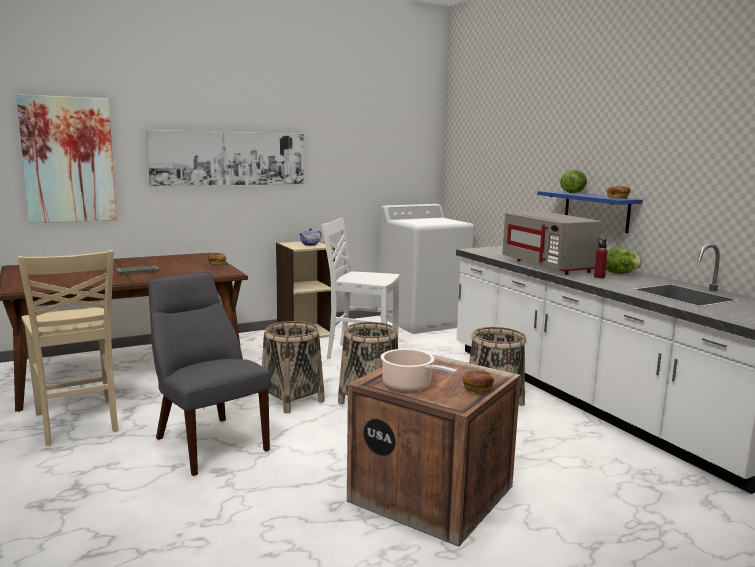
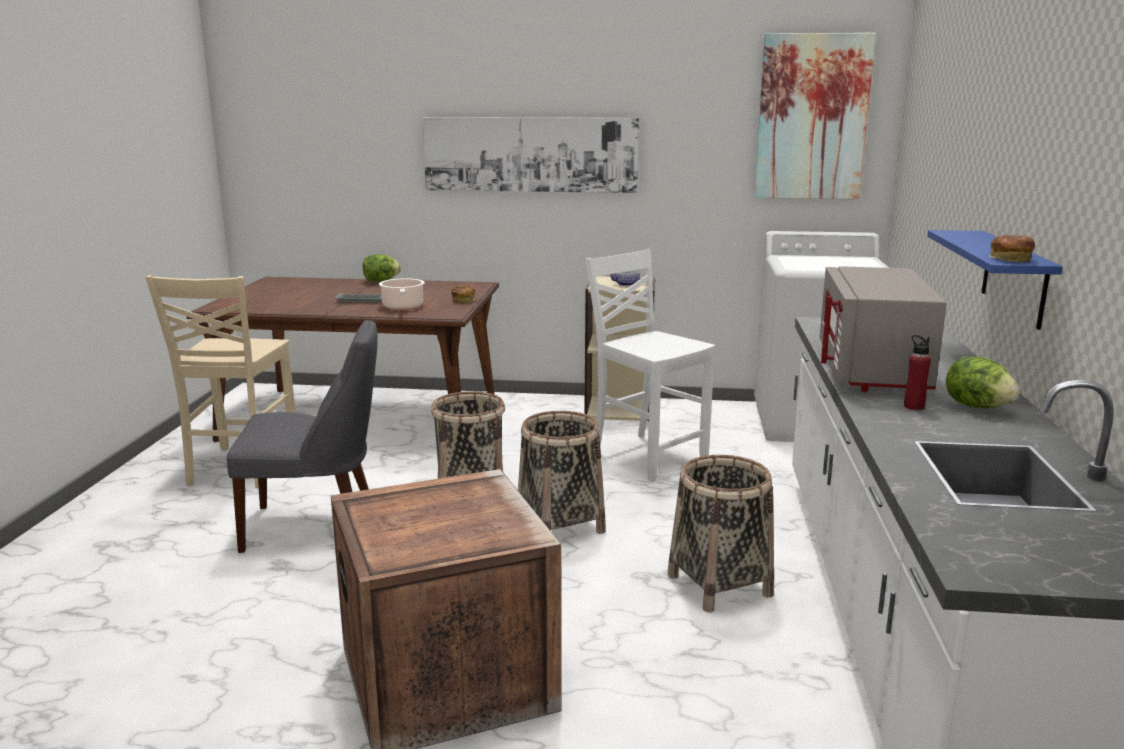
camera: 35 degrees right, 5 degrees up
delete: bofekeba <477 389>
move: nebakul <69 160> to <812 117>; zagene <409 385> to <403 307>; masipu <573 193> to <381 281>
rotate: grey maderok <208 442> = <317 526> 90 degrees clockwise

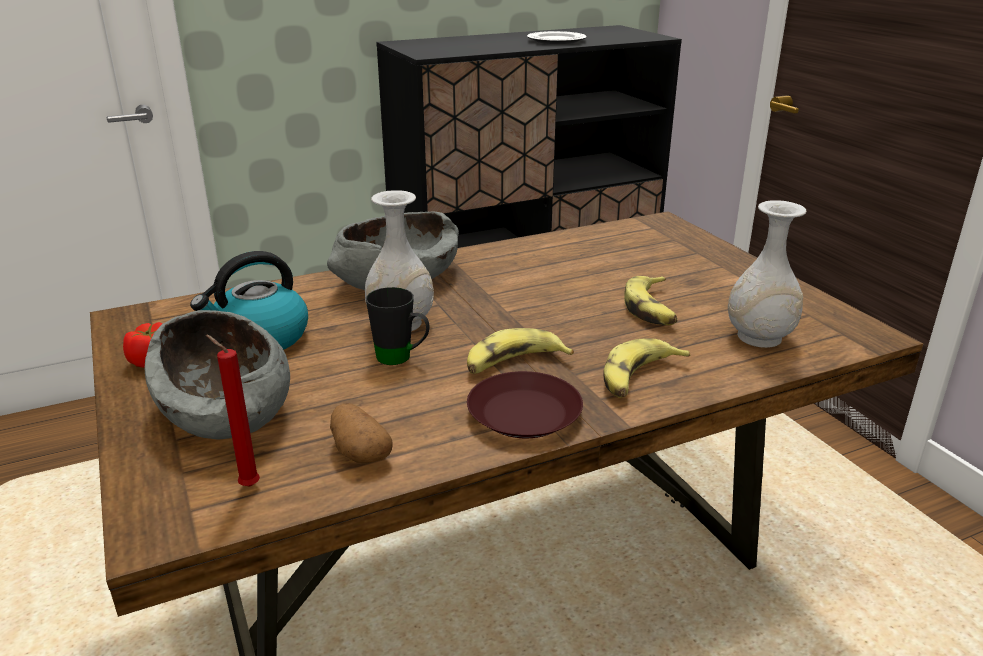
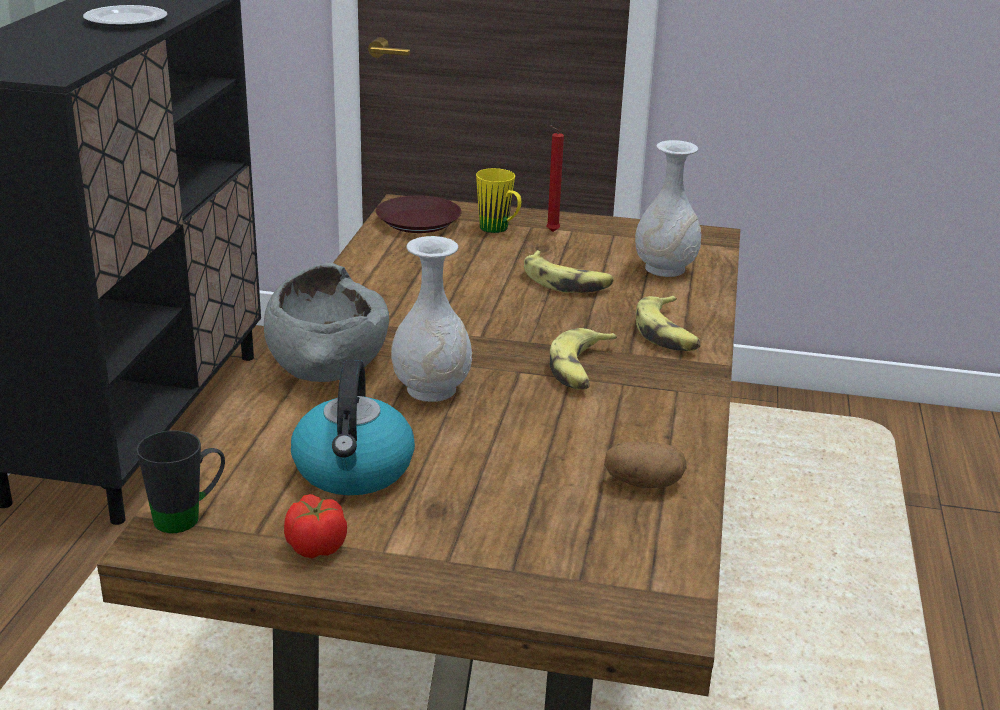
camera: 55 degrees left, 0 degrees up
delete: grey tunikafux <226 410>
insert: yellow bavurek <499 230>
move: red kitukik <246 485> to <550 232>; black bavurek <401 358> to <188 517>; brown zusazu <525 414> to <418 221>

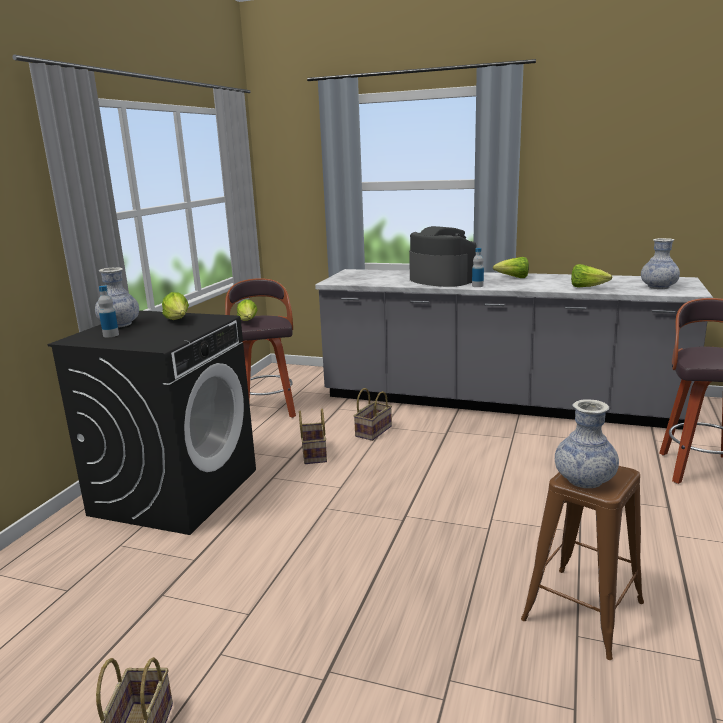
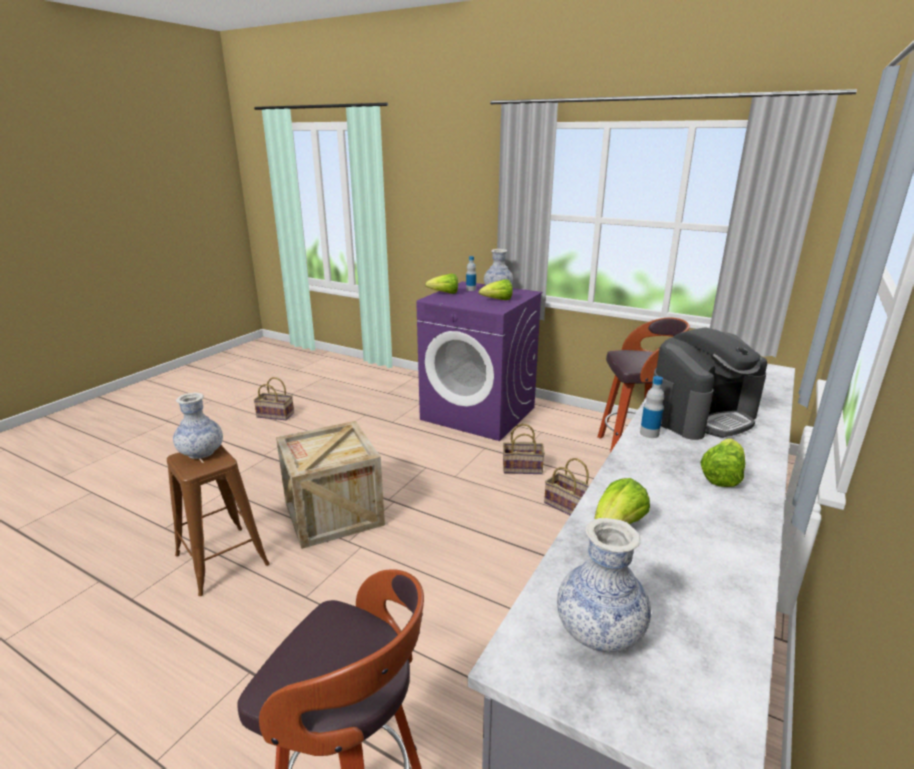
camera: 100 degrees right, 5 degrees up
insert: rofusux <333 513>
move: masipu <248 322> to <444 293>
recolor: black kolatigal <176 491> to purple kolatigal <479 413>

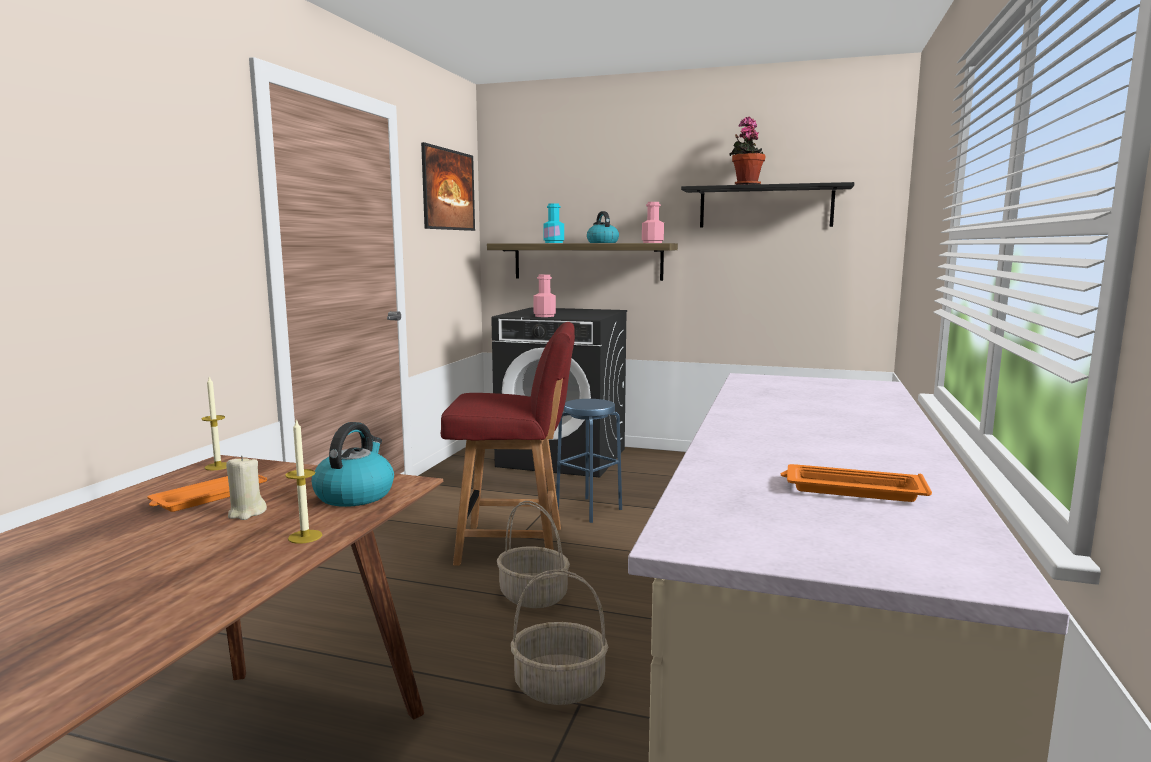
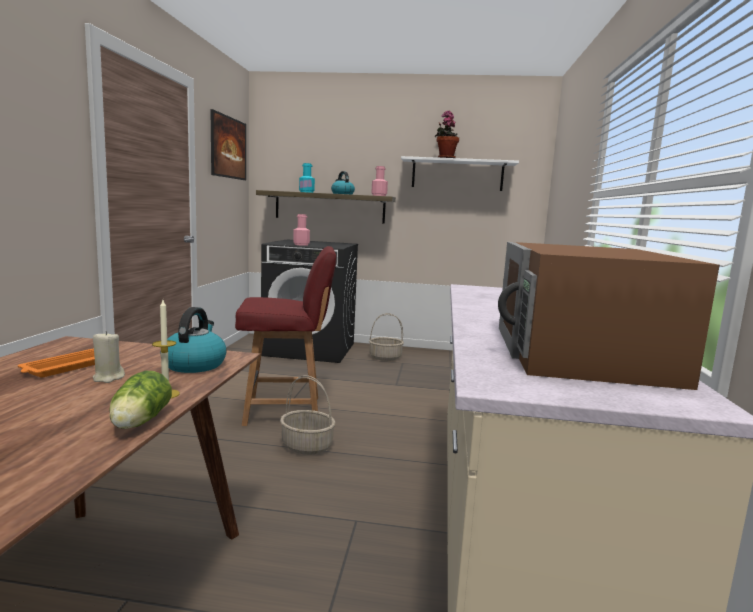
camera: 10 degrees left, 0 degrees up
delete: kitukik <218 466>; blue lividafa <589 509>
insert: masipu <138 422>
move: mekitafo <560 686> to <385 357>
replace: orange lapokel <851 490> to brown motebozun <580 354>
recolor: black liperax <765 207> to white liperax <457 175>

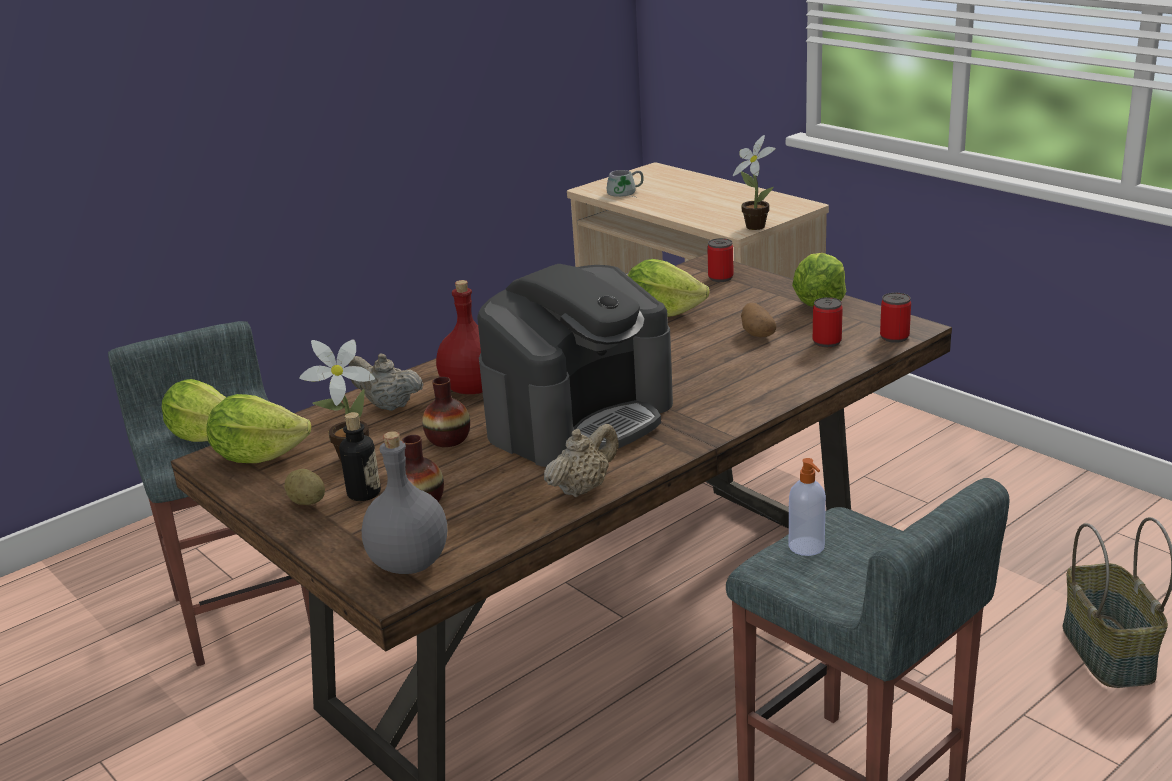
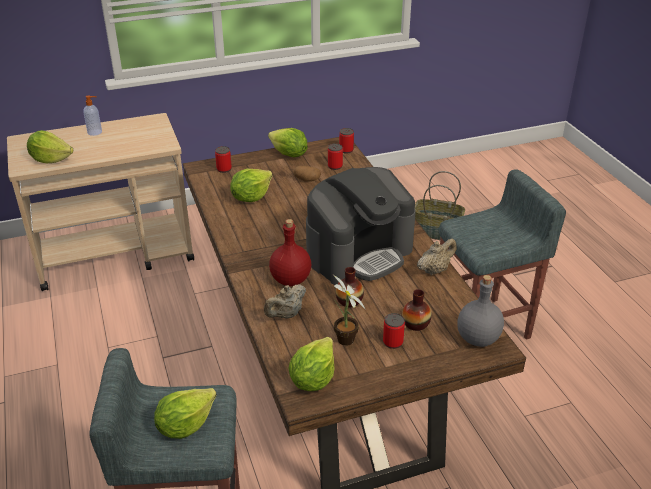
camera: 70 degrees left, 10 degrees up
delete: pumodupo <307 502>; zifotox <754 225>
move: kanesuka <807 547> to <95 132>
replace: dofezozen <364 493> to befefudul <393 342>; grey bavurek <626 193> to masipu <51 159>
rotate: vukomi <580 418> = <359 253> 75 degrees clockwise; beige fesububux <583 488> = <435 270> 75 degrees clockwise

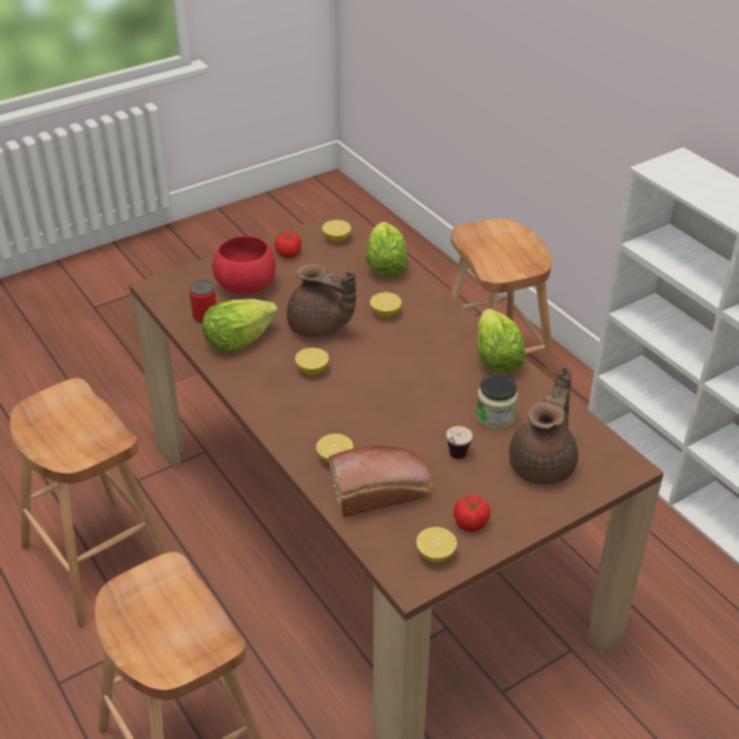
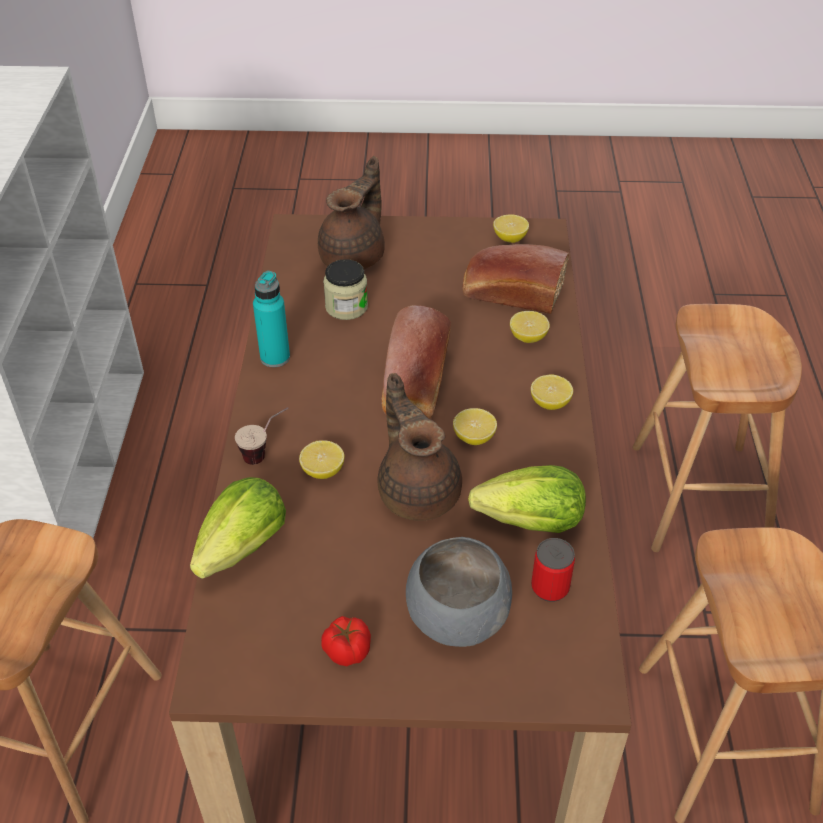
camera: 145 degrees left, 5 degrees up
delete: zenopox <471 523>
insert: bofekeba <415 385>
move: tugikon <337 239> to <550 403>; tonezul <453 460> to <266 453>
replace: masipu <496 359> to turquoise dofezozen <275 357>
recolor: red tunikafux <246 285> to grey tunikafux <456 618>
rotate: brown fesububux <544 464> = <355 256> 150 degrees clockwise

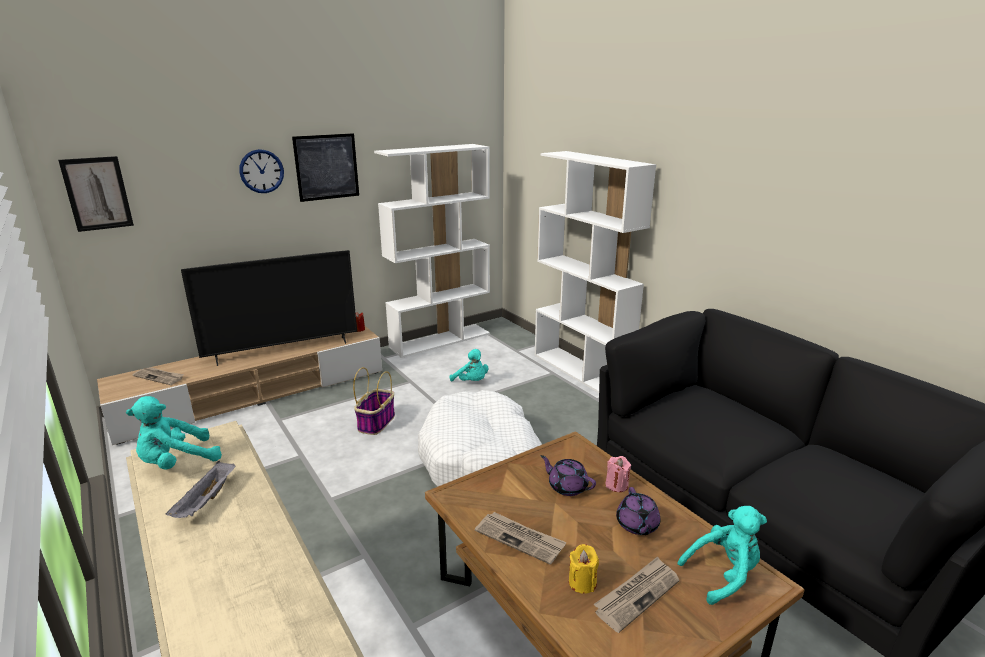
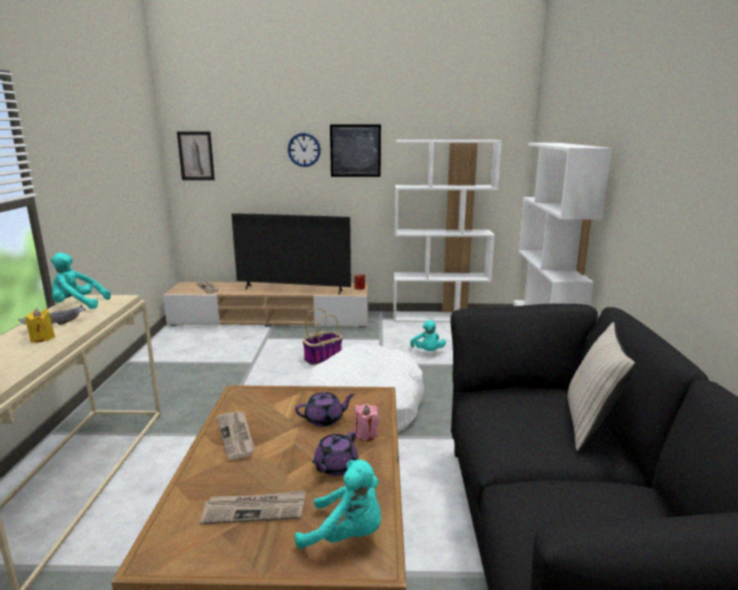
camera: 35 degrees right, 5 degrees down
insert: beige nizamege <590 424>
move: yellow kitukik <582 582> to <42 338>
rotate: purple fesububux <567 486> = <325 419> 90 degrees clockwise

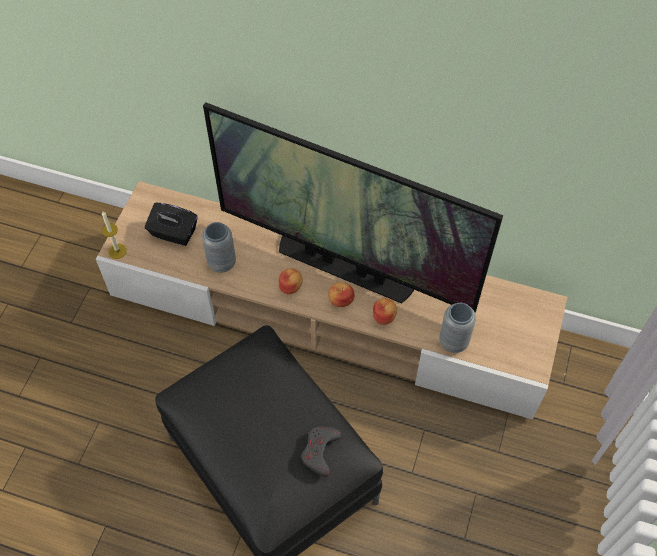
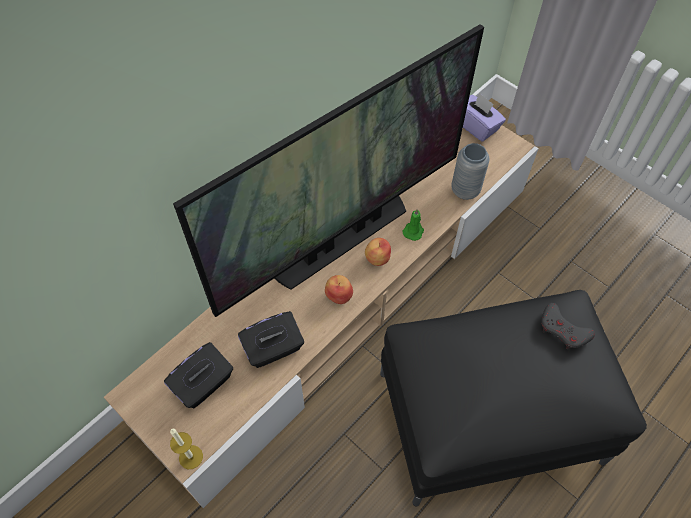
camera: 65 degrees left, 0 degrees up
insert: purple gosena <476 126>
replace: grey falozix <222 263> to black gosena <273 349>; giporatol <384 316> to green kitukik <413 231>

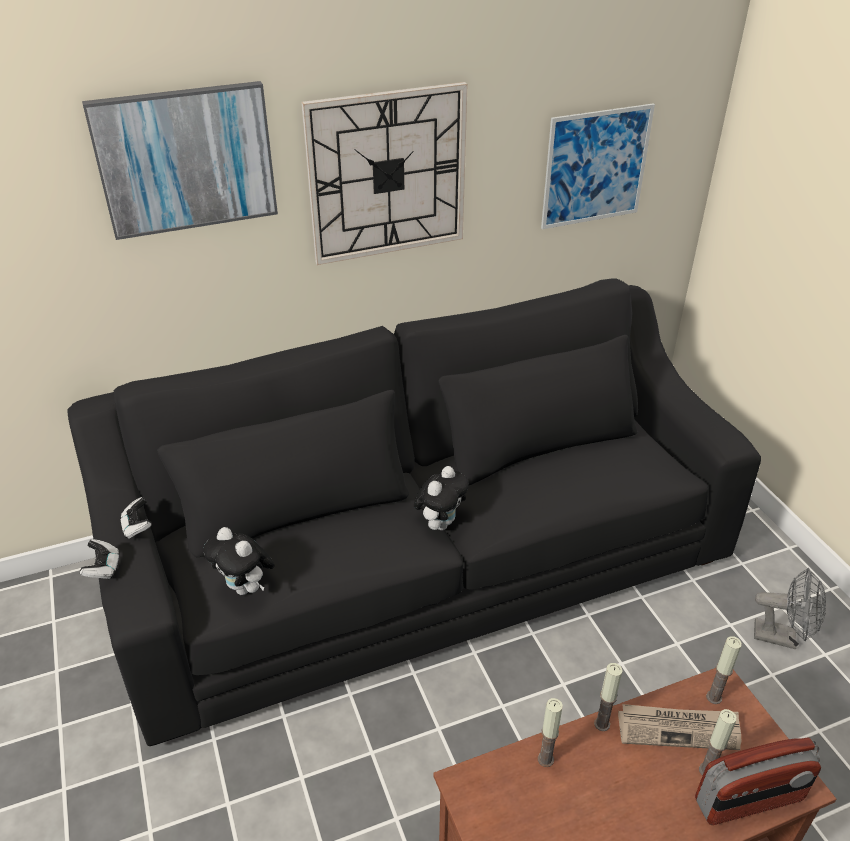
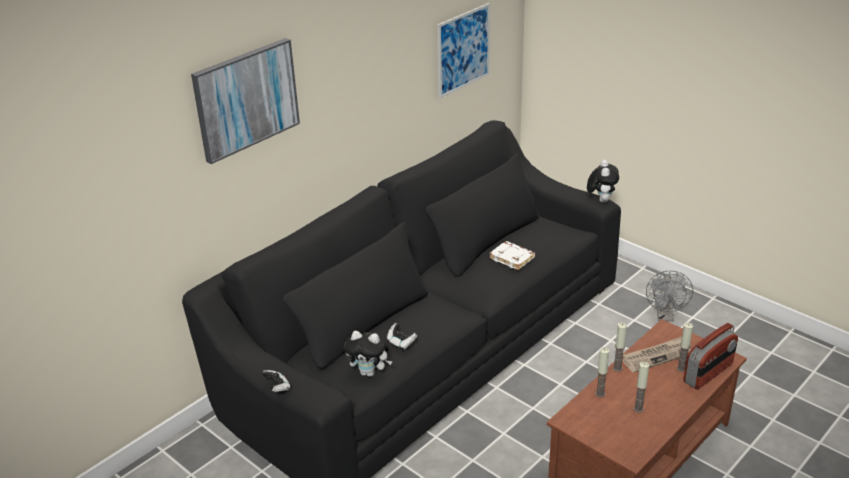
camera: 25 degrees left, 5 degrees down
delete: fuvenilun <387 174>
insert: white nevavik <512 258>
move: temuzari <137 527> to <401 342>; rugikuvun <440 523> to <601 200>; kitukik <714 697> to <638 408>
rotate: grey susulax <782 637> = <665 316> 105 degrees clockwise

